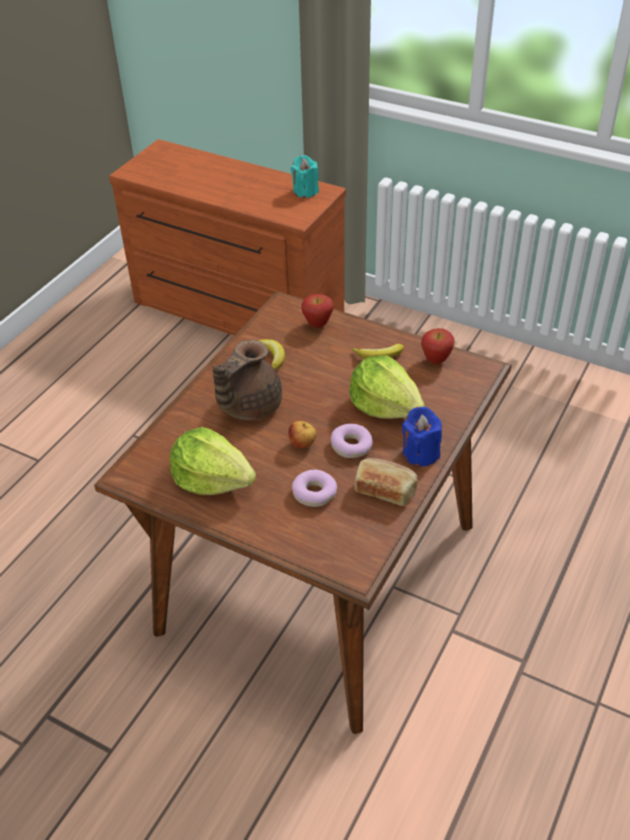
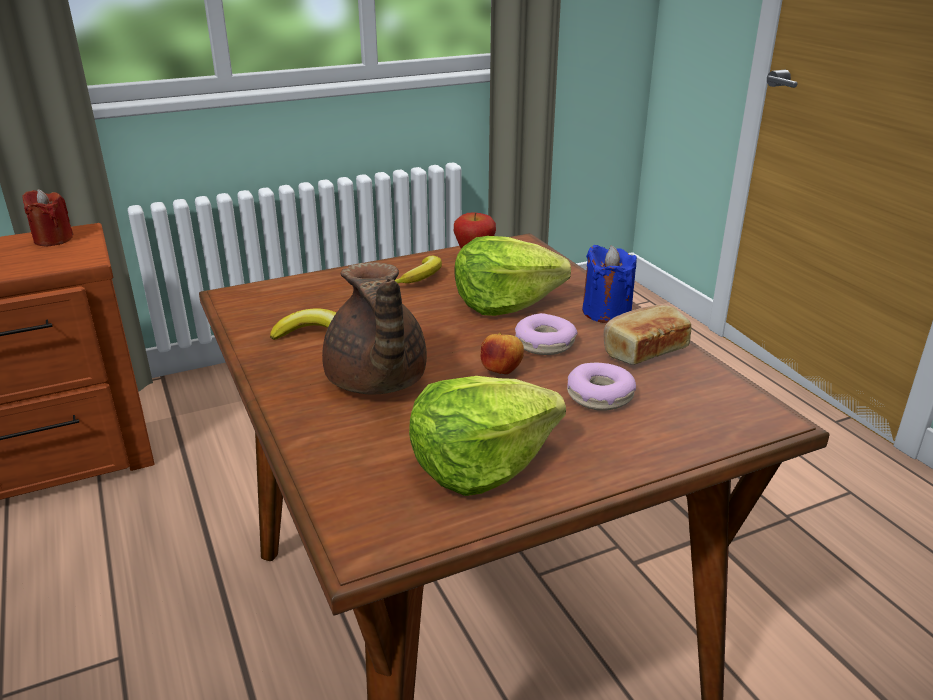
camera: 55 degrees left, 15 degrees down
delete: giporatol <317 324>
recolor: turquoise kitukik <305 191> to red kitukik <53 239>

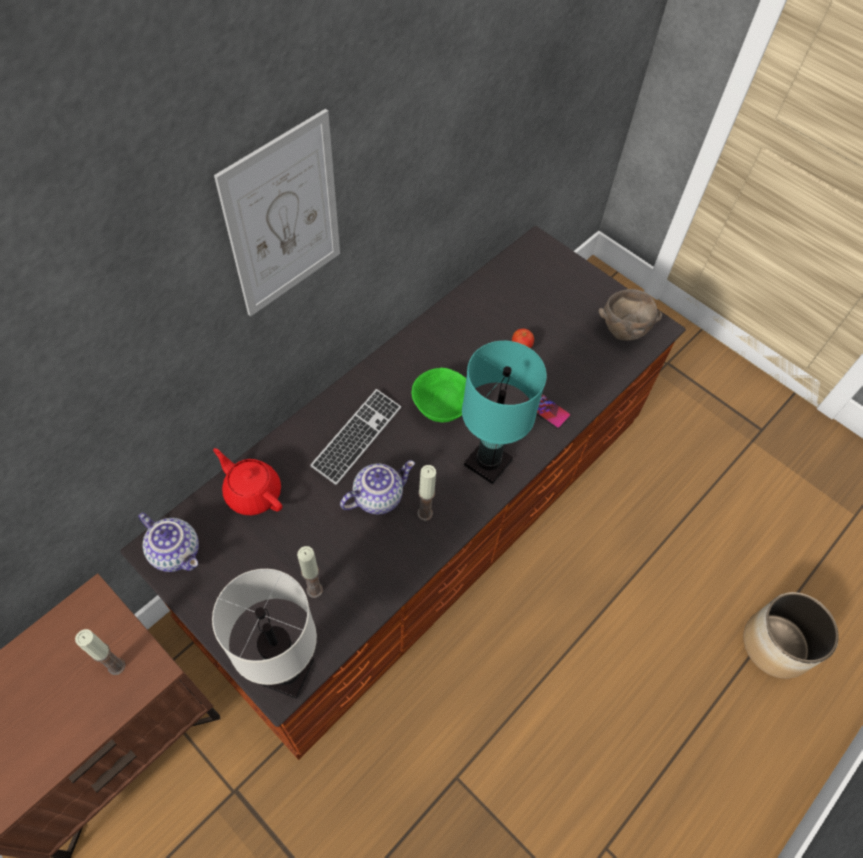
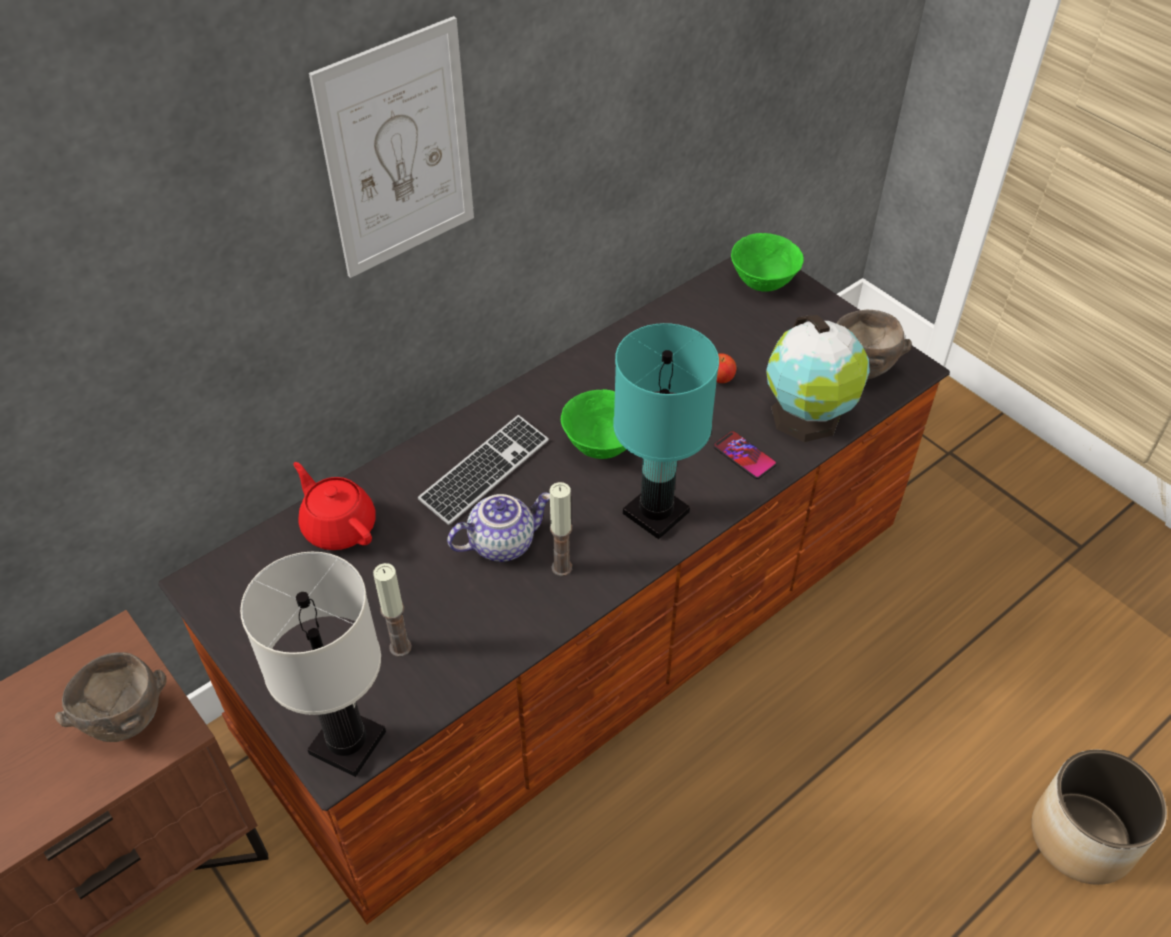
camera: 10 degrees right, 10 degrees down
delete: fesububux <177 552>
insert: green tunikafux <763 284>; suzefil <807 419>
replace: kitukik <116 666> to brown tunikafux <129 721>

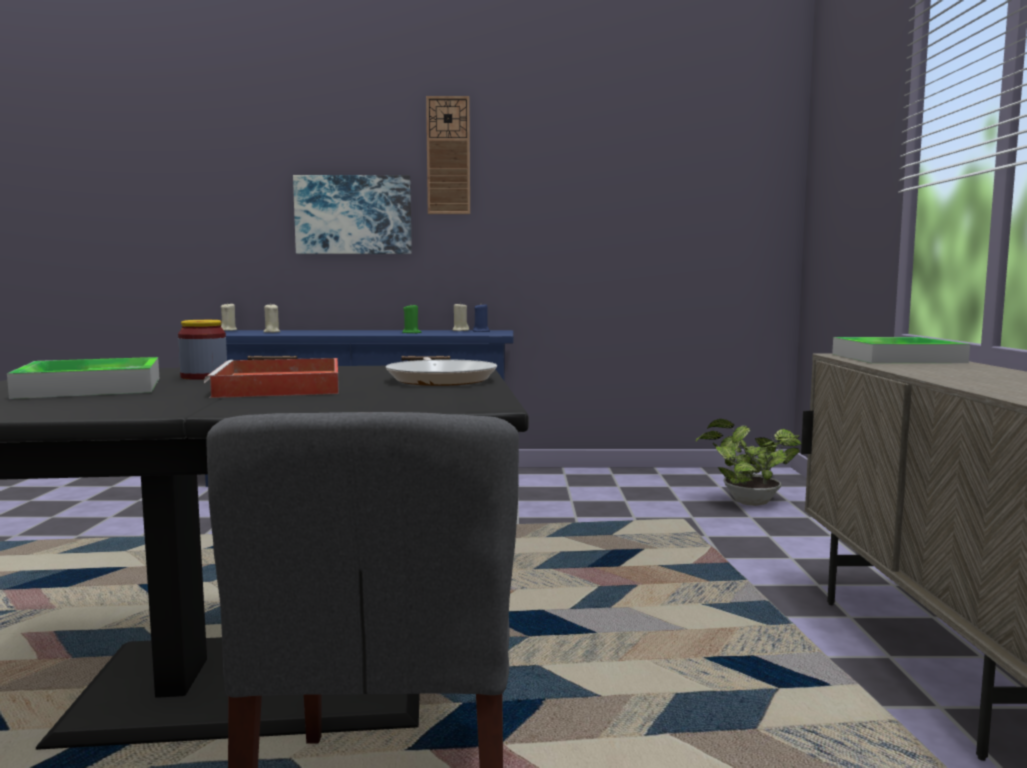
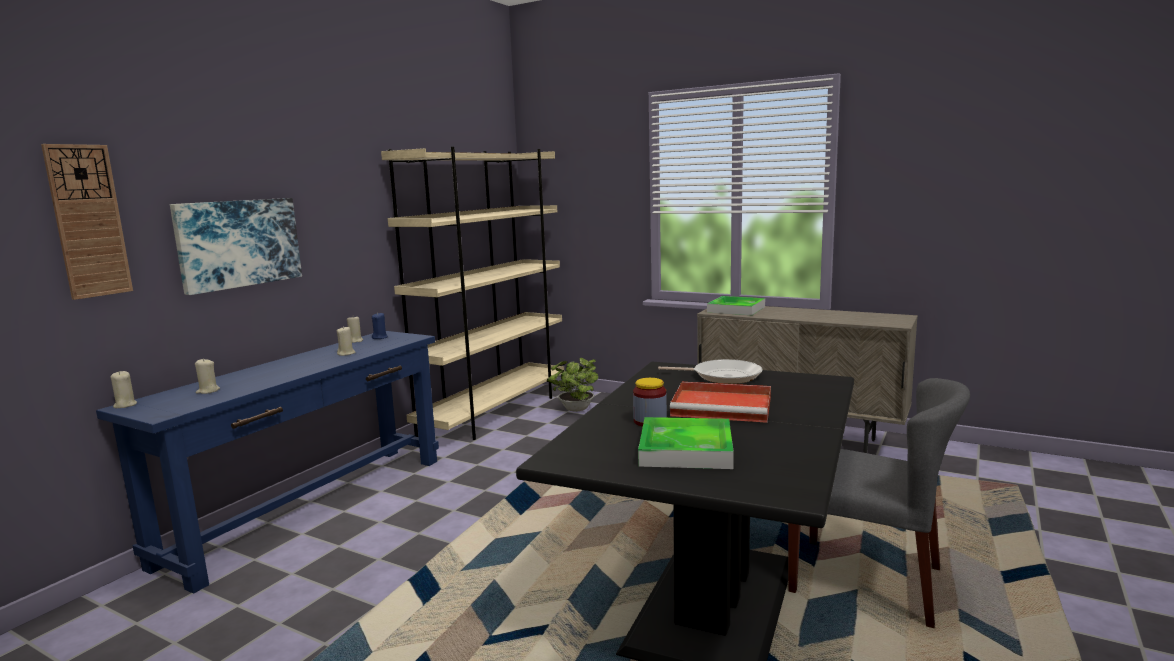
camera: 60 degrees left, 5 degrees up
insert: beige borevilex <494 413>
move: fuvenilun <448 155> to <88 221>
recolor: green kitukik <411 333> to beige kitukik <346 353>

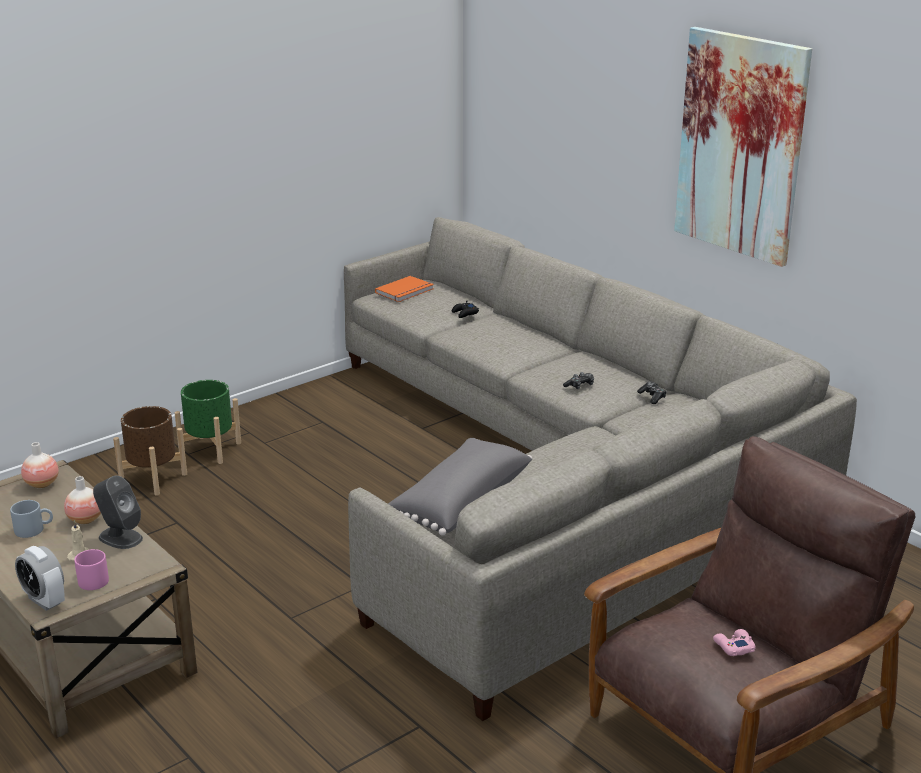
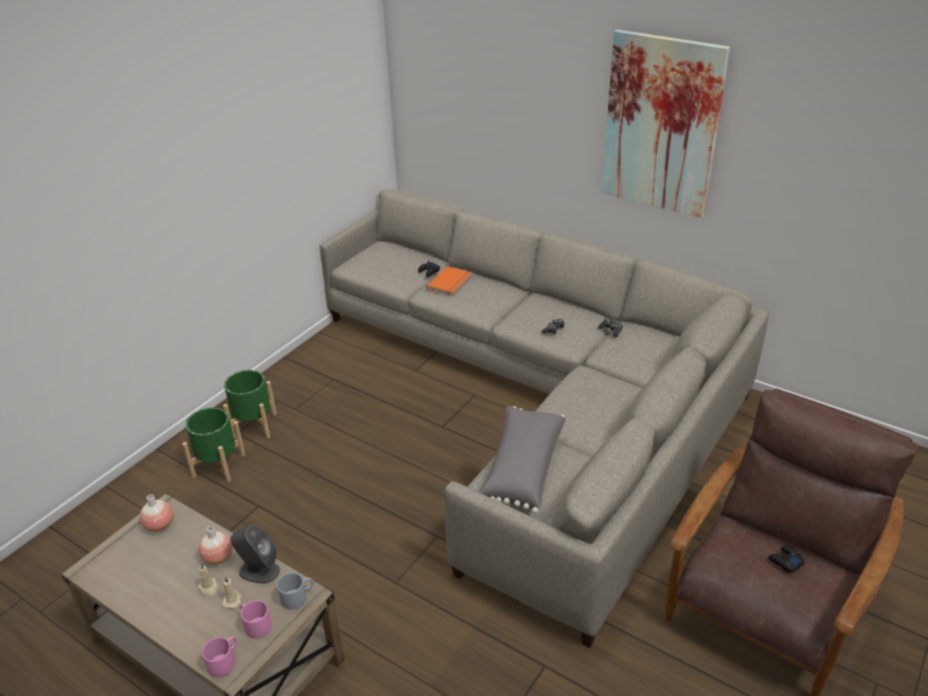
camera: 15 degrees left, 10 degrees up
insert: beige kitukik <209 588>
move: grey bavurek <34 529> to <298 596>; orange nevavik <406 291> to <451 283>
replace: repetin <44 601> to pink bavurek <224 661>
recolor: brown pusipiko <153 479> to green pusipiko <218 465>; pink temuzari <733 646> to black temuzari <785 561>

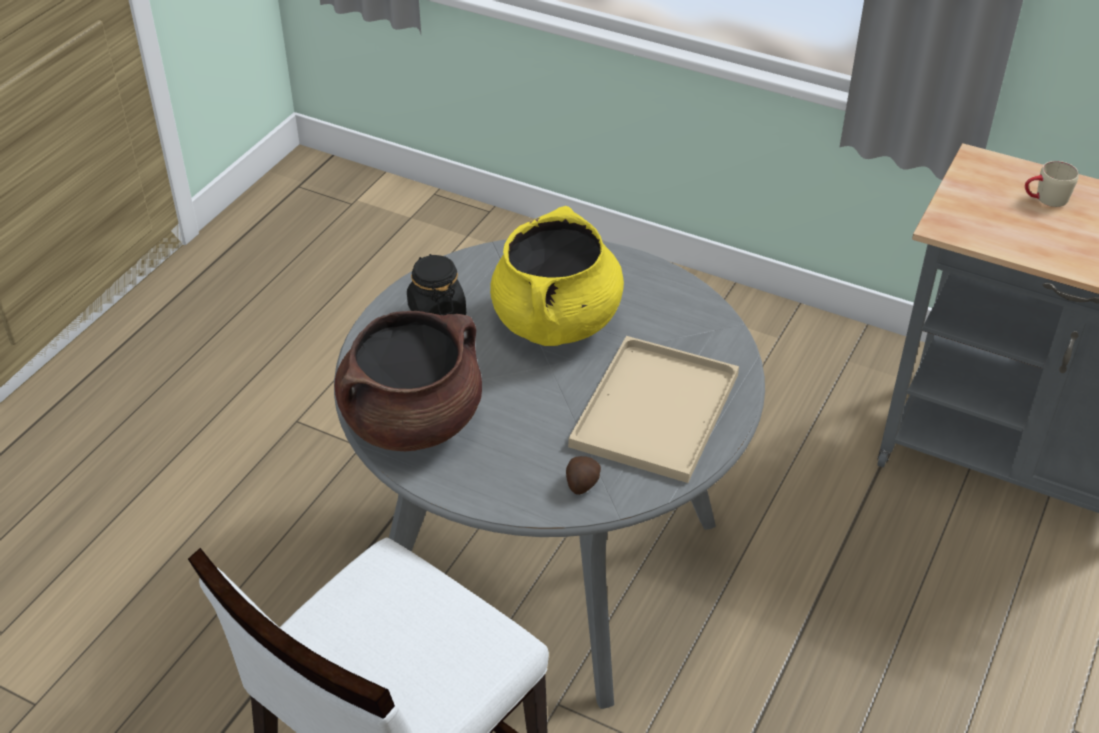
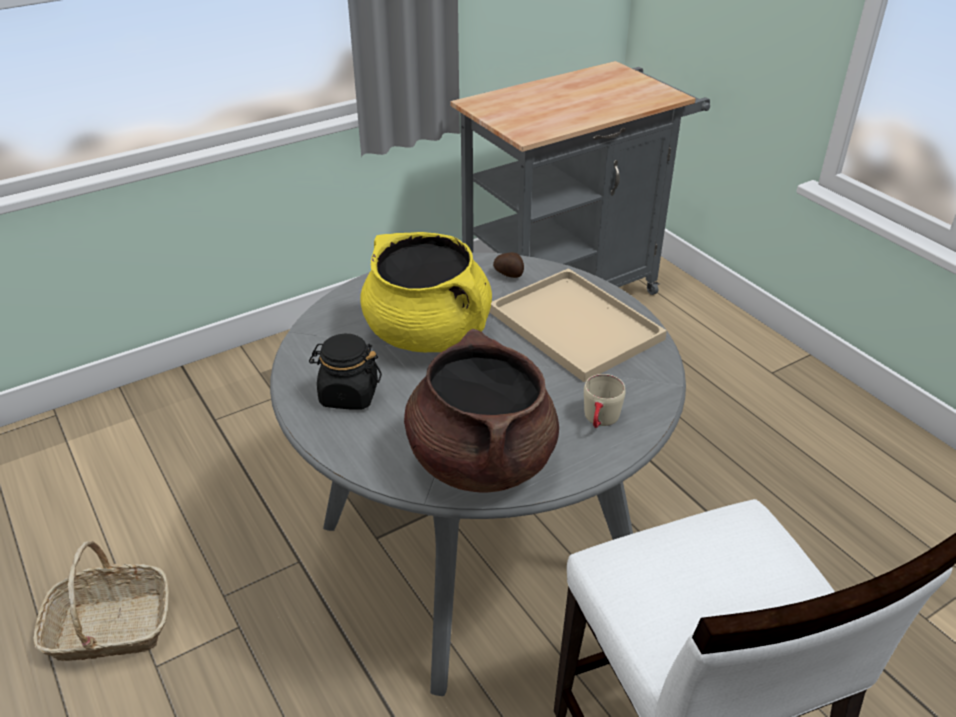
camera: 60 degrees left, 5 degrees down
insert: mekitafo <110 628>
move: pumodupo <581 485> to <509 274>; beige bavurek <1045 199> to <600 420>

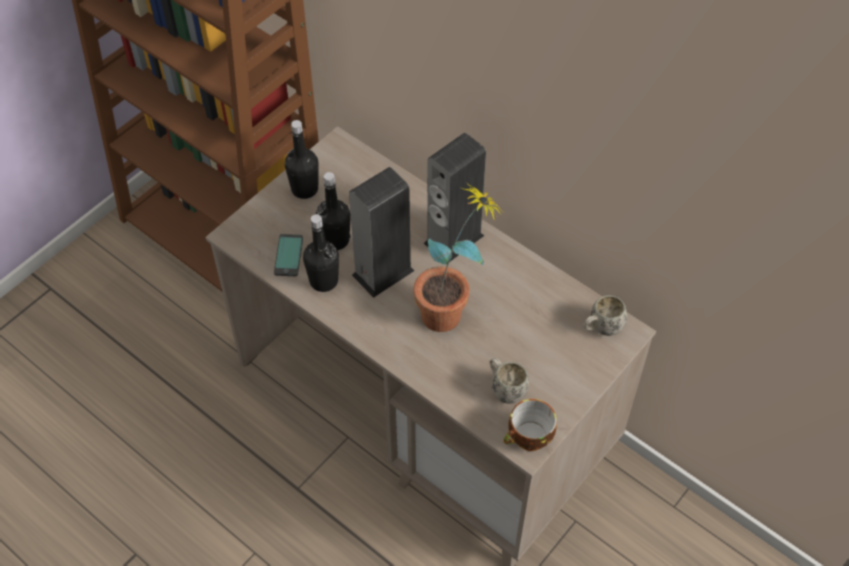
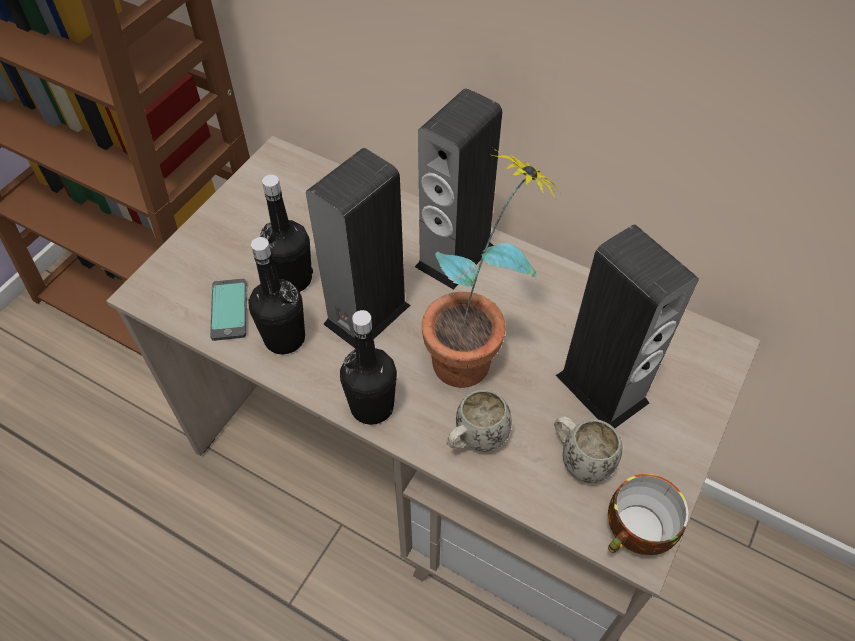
camera: 10 degrees left, 0 degrees up
insert: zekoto <602 389>
move: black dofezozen <304 189> to <372 406>; white bavurek <601 328> to <475 439>

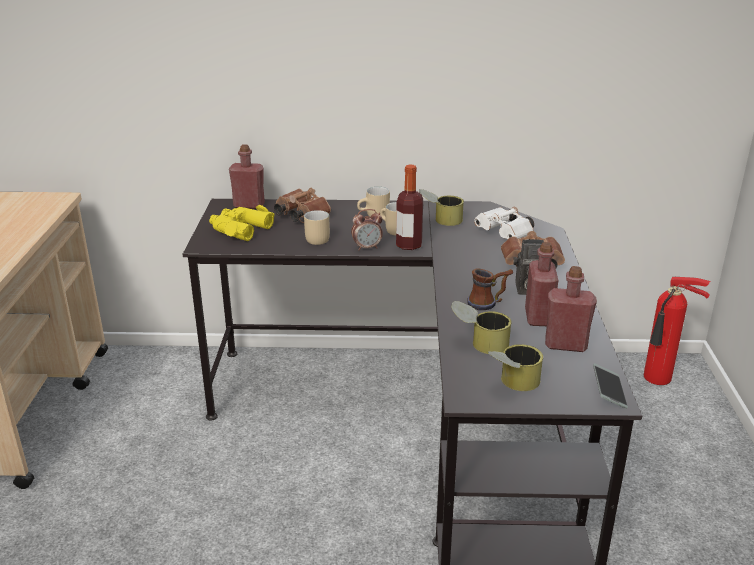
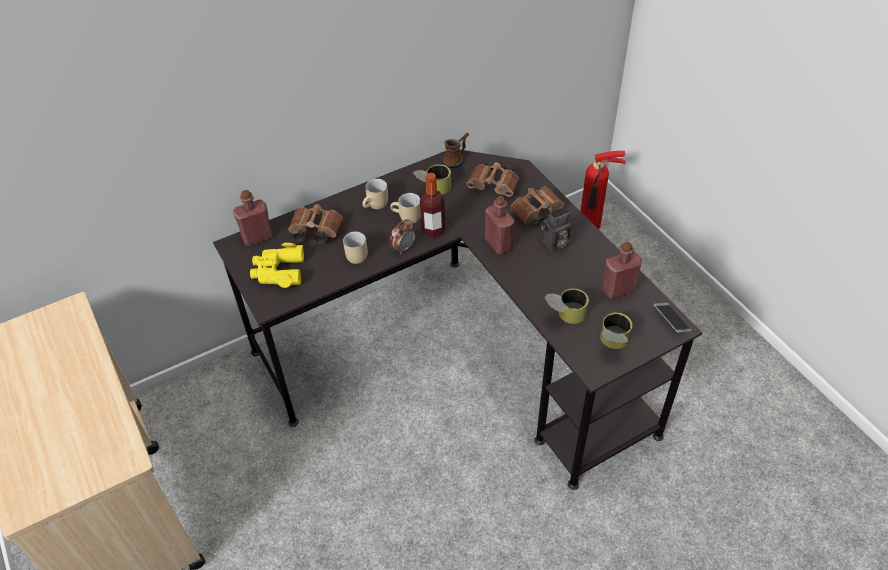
camera: 30 degrees left, 20 degrees up
move: bavurek <488 303> to <457 159>; red dofezozen <538 317> to <498 244>
recolor: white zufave <506 235> to brown zufave <495 186>

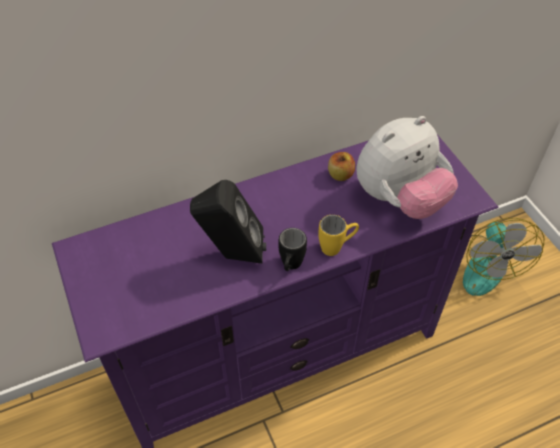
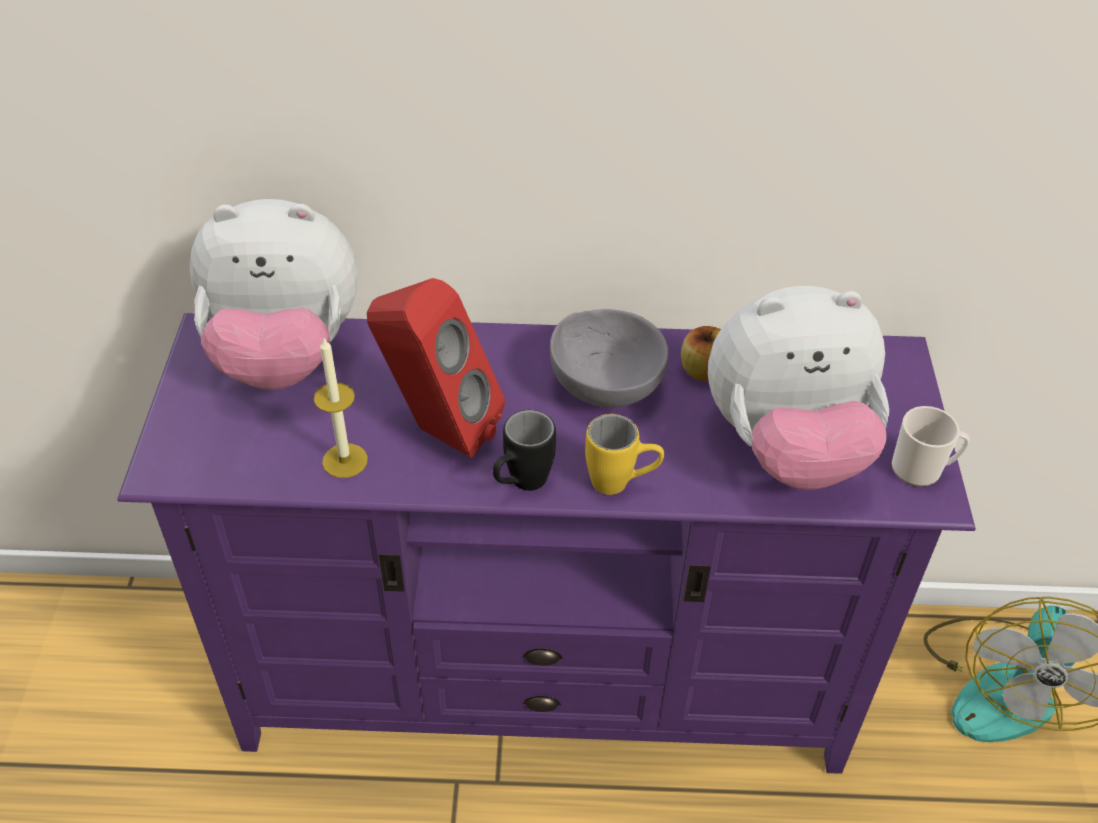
camera: 25 degrees right, 5 degrees down
insert: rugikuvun <285 356>; kitukik <345 460>; grey tunikafux <605 383>; bavurek <922 469>
recolor: black zekoto <232 255> to red zekoto <438 430>

